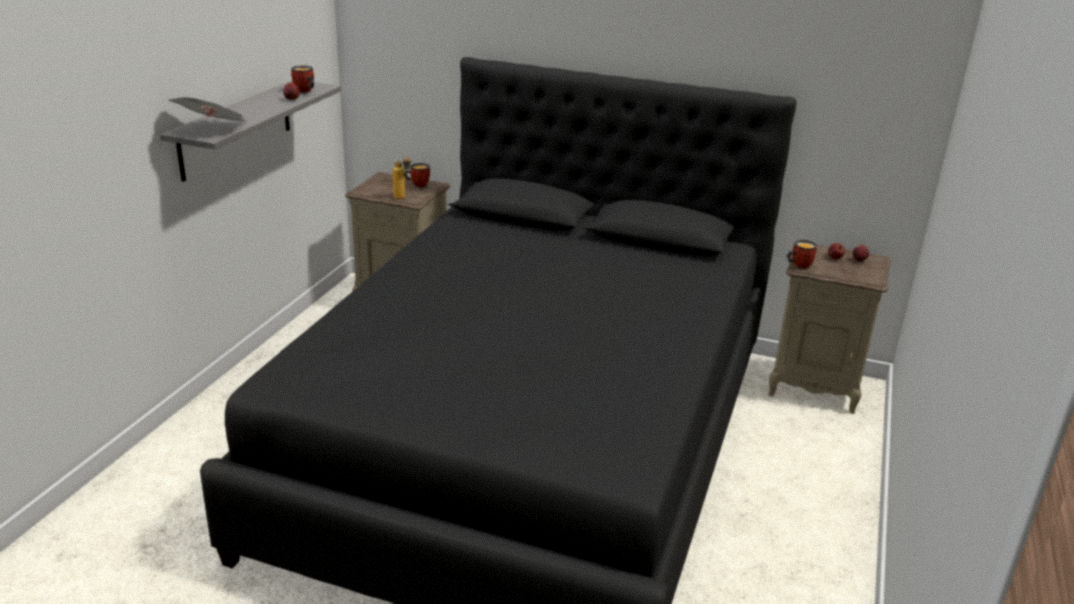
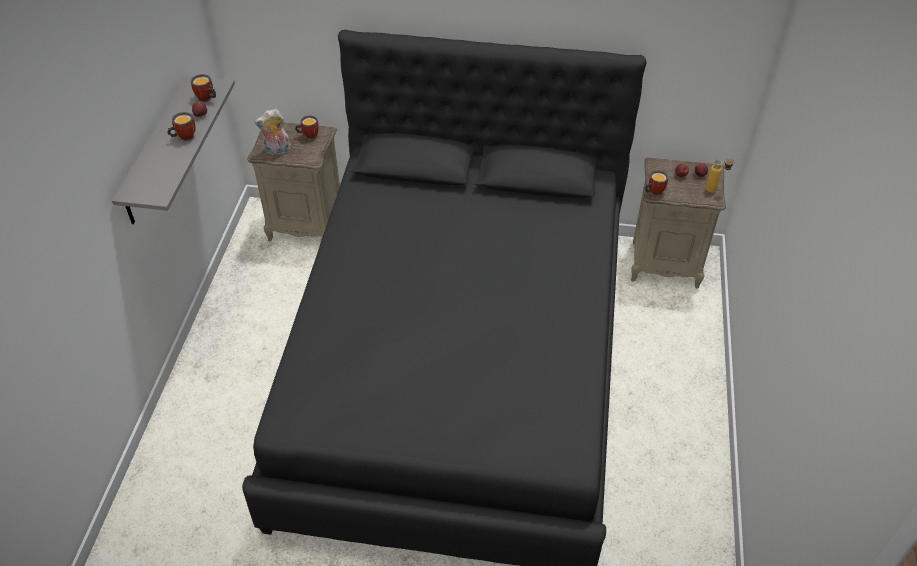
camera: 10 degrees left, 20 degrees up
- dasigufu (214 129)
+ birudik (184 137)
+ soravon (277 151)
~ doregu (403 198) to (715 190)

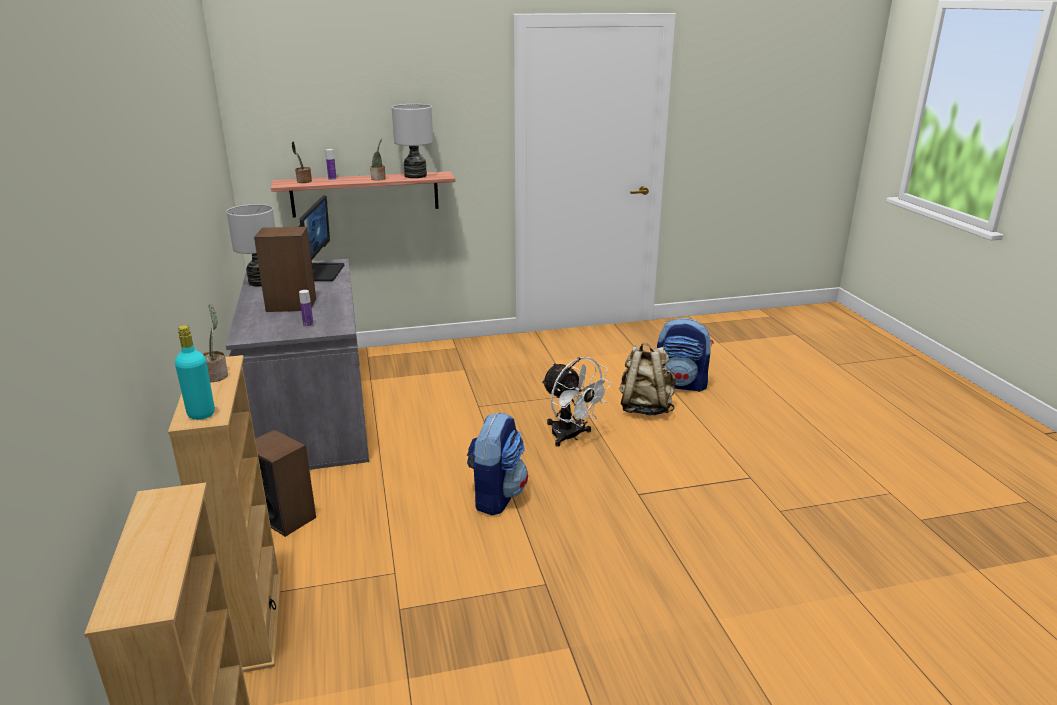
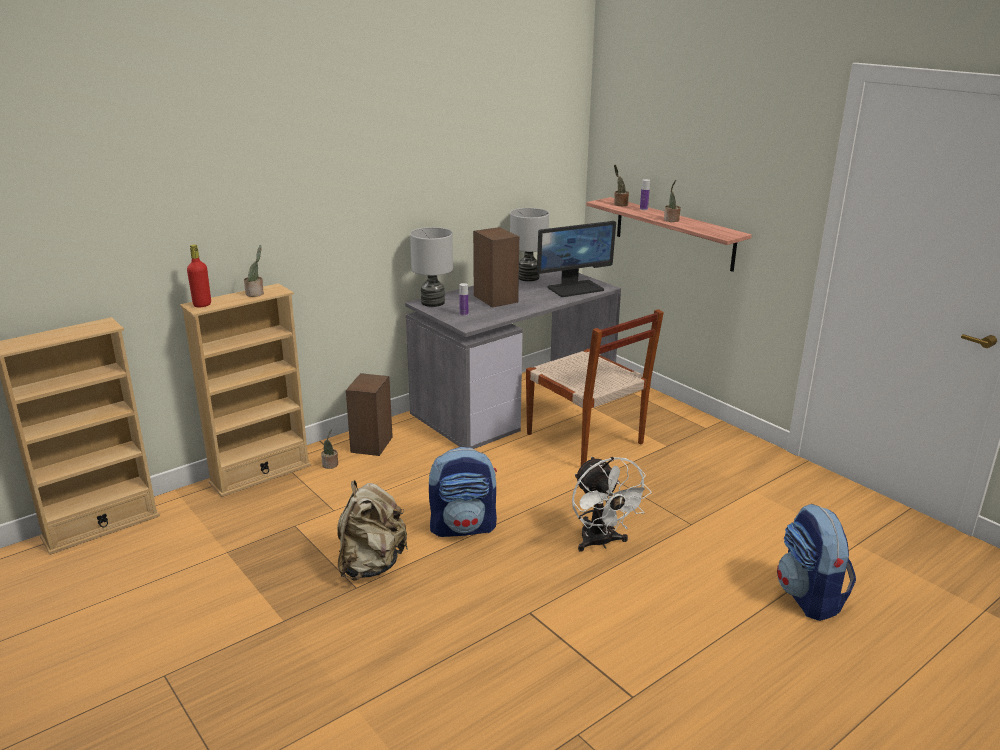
camera: 65 degrees right, 0 degrees up
+ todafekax (330 465)
+ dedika (586 441)
~ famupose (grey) (415 176) to (433 302)
~ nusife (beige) (645 408) to (371 565)
~ doregu (turquoise) (201 414) to doregu (red) (202 304)
~ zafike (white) (571 436) = (601 543) 45 degrees counterclockwise

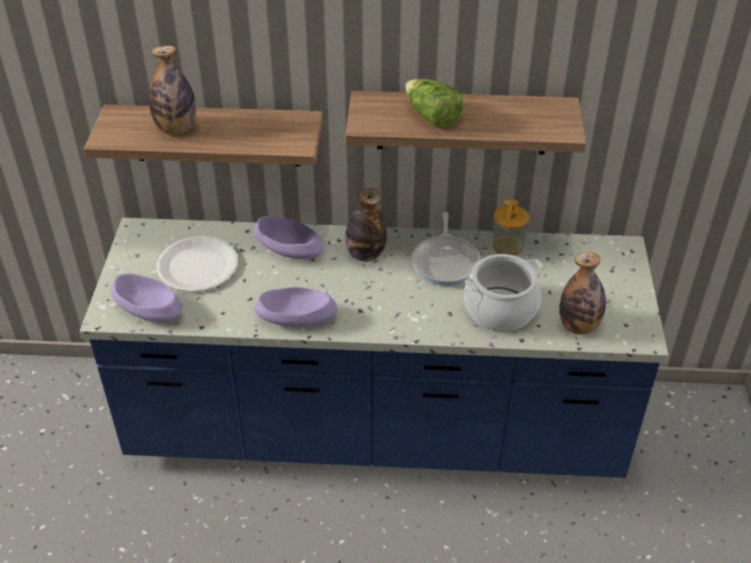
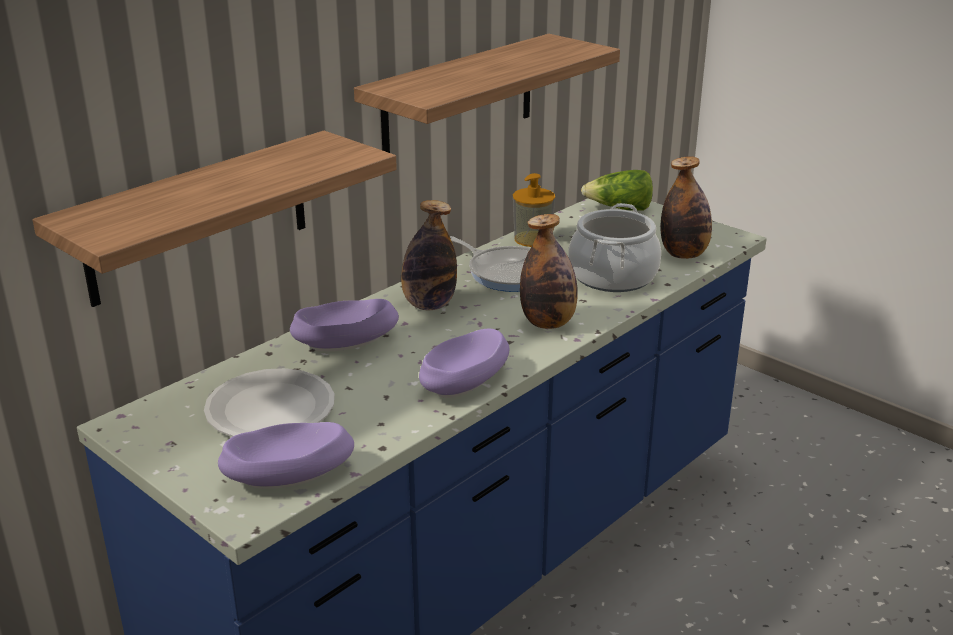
camera: 50 degrees left, 15 degrees down
~ doregu (176 129) to (548 323)
~ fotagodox (431 117) to (619 209)

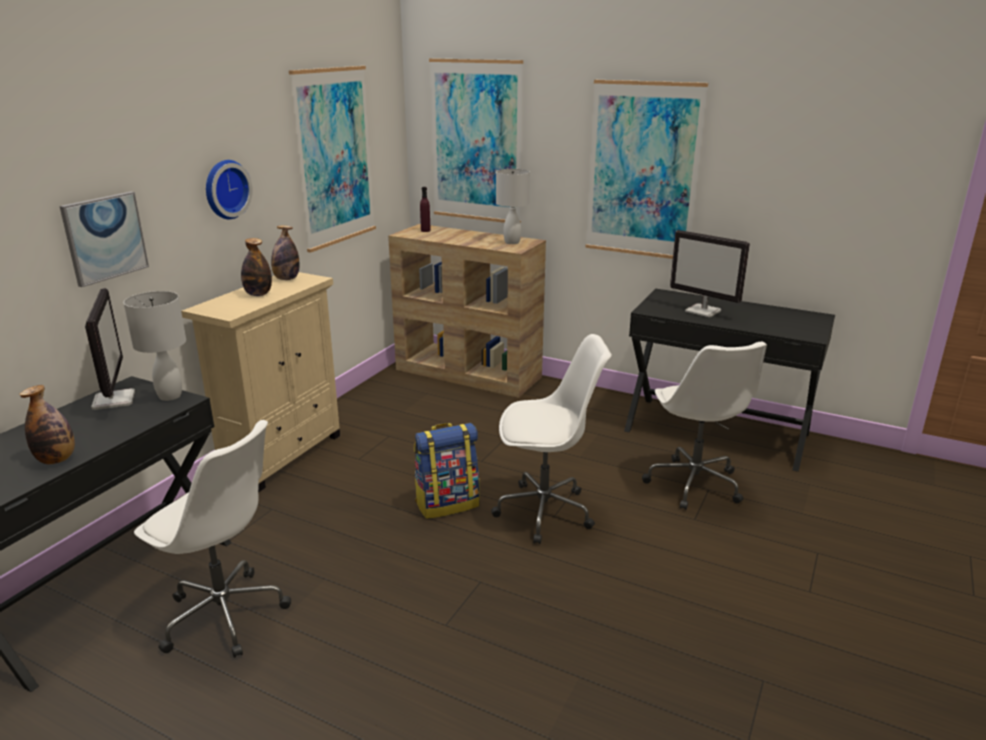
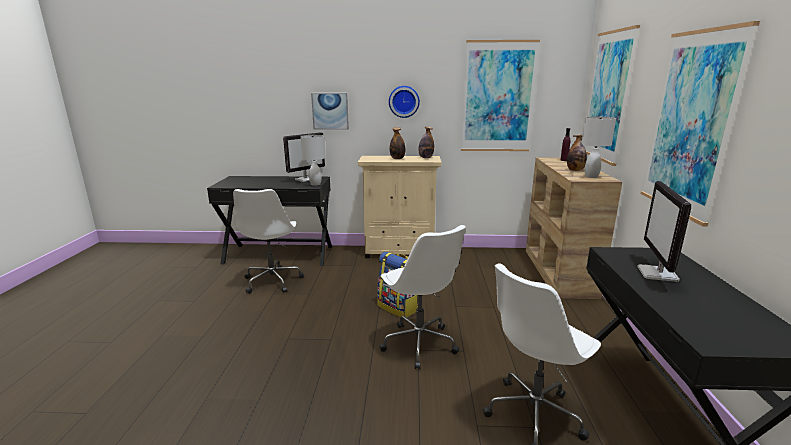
camera: 65 degrees right, 5 degrees down
~ doregu (57 459) to (575 170)

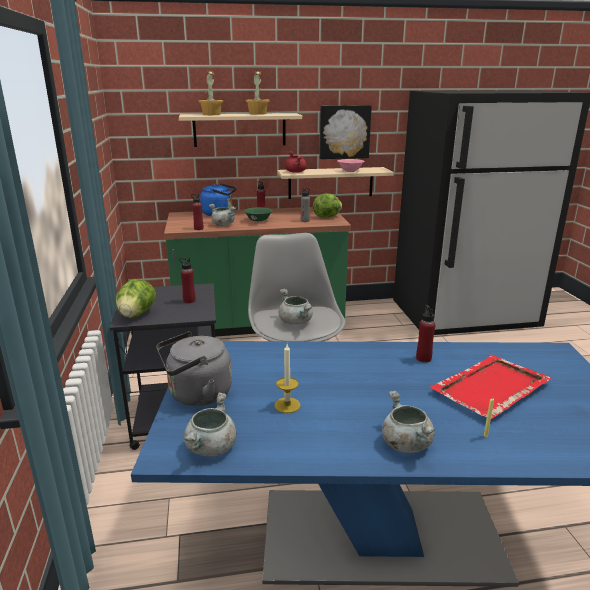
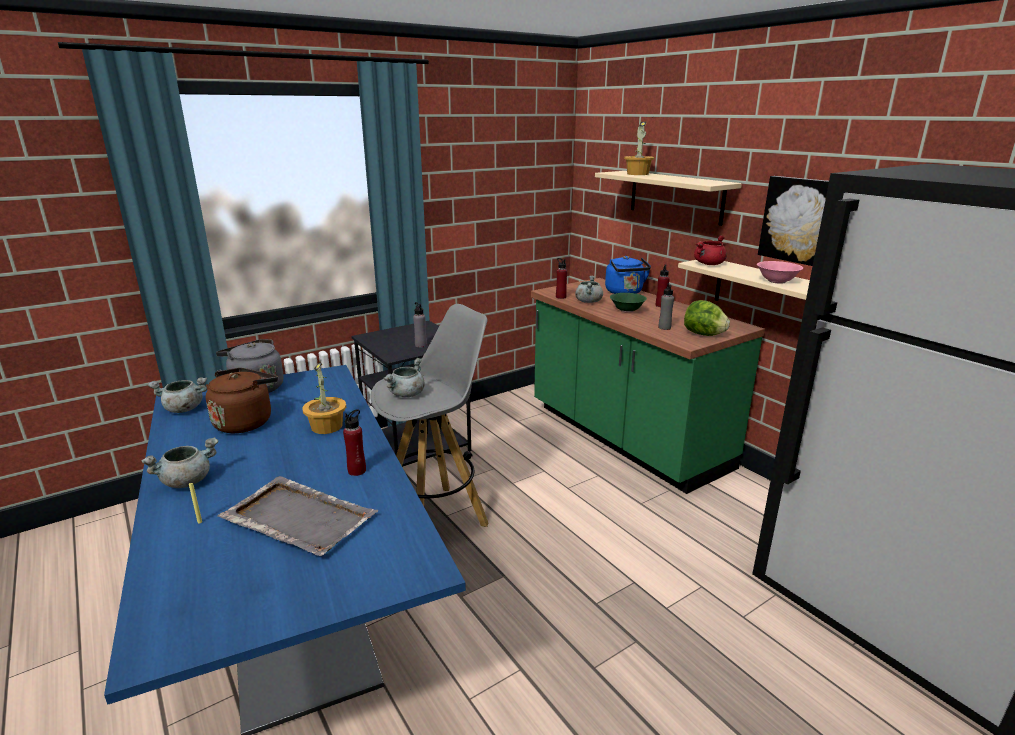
camera: 65 degrees right, 0 degrees up
- fotagodox (136 314)
~ todafekax (257 113) to (327 426)
~ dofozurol (287 405) to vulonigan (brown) (245 422)
~ doregu (red) (189 300) to doregu (grey) (420 345)
~ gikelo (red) (489 388) to gikelo (grey) (298 518)

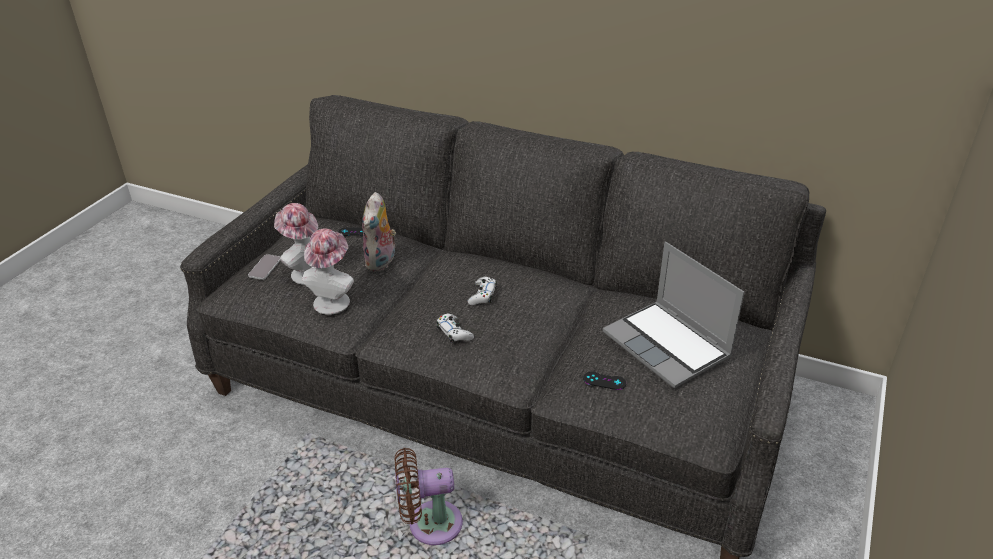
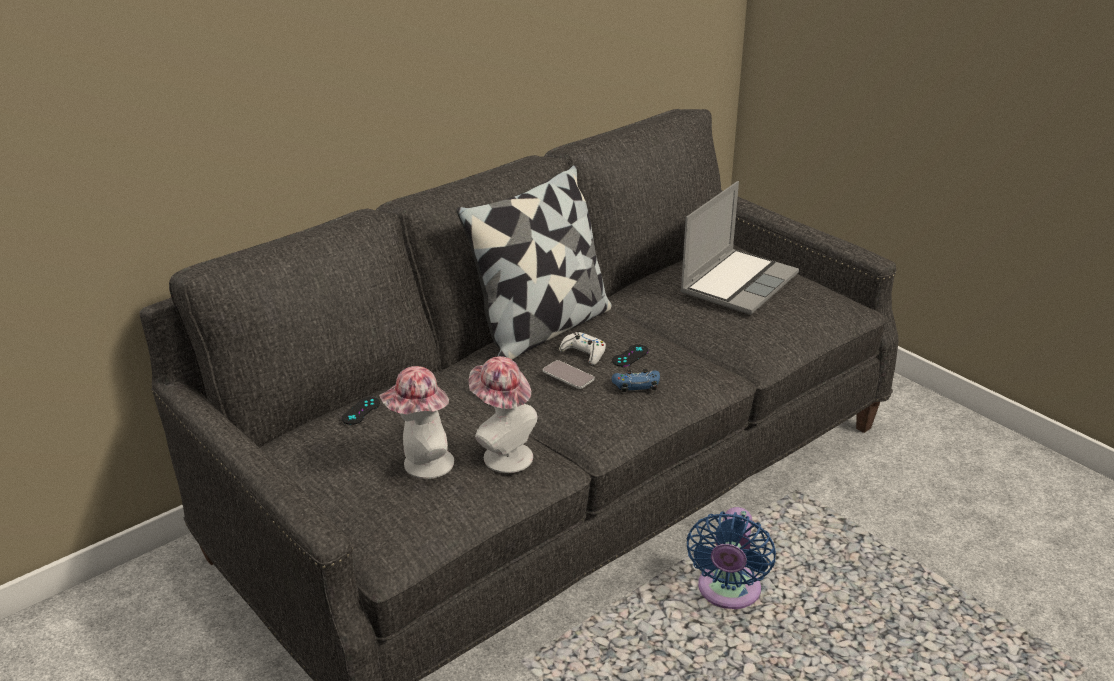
camera: 65 degrees left, 5 degrees down
- soravon (382 262)
+ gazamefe (542 329)
~ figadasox (265 267) to (568 375)
~ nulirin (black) (604 381) to (630 356)
~ zafike (brown) (429 524) to zafike (blue) (727 592)
~ nulirin (white) (454 332) to nulirin (blue) (636 385)
~ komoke (668 346) = (738 283) 45 degrees counterclockwise

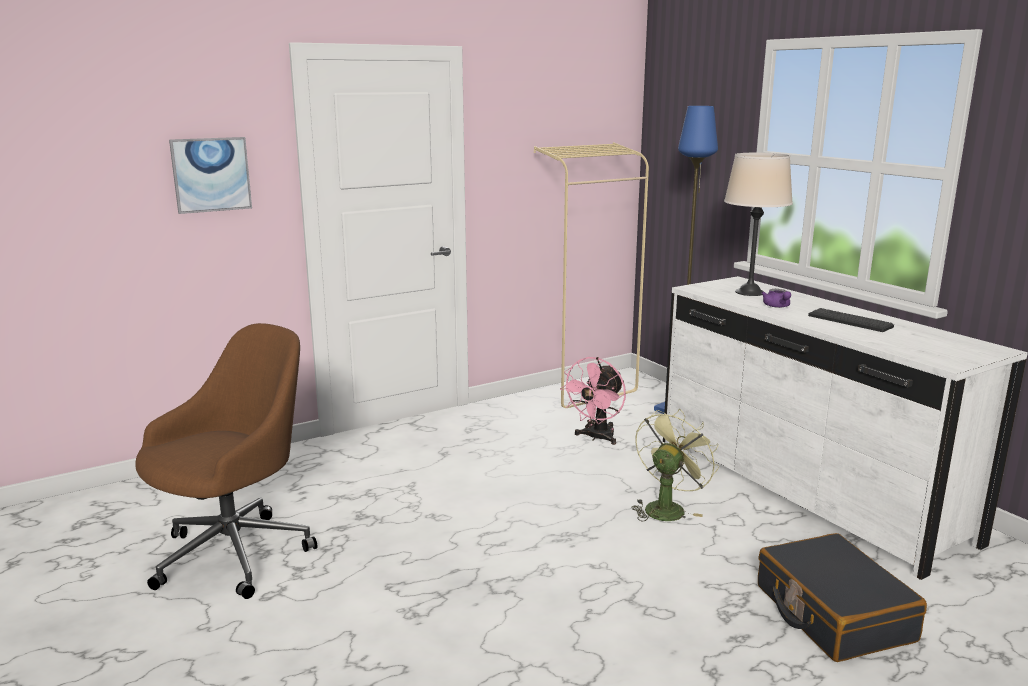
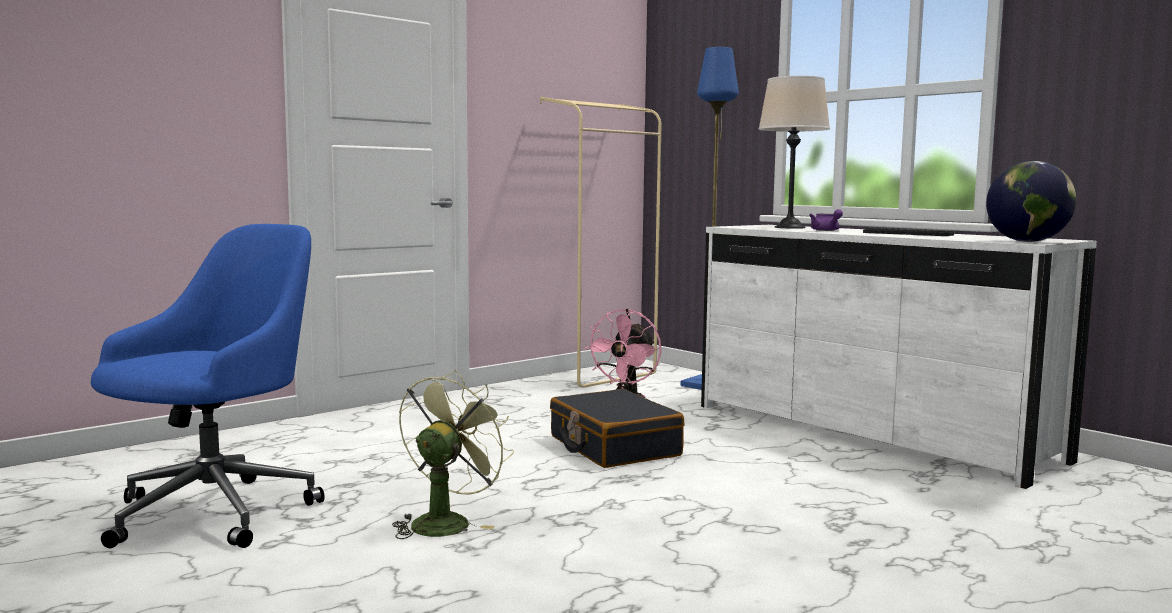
camera: 10 degrees left, 10 degrees down
- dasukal (211 174)
+ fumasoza (1027 241)
~ zafike (green) (667 507) to (446 522)
~ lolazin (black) (832 613) to (613 446)
~ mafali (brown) (235 554) to mafali (blue) (215 512)

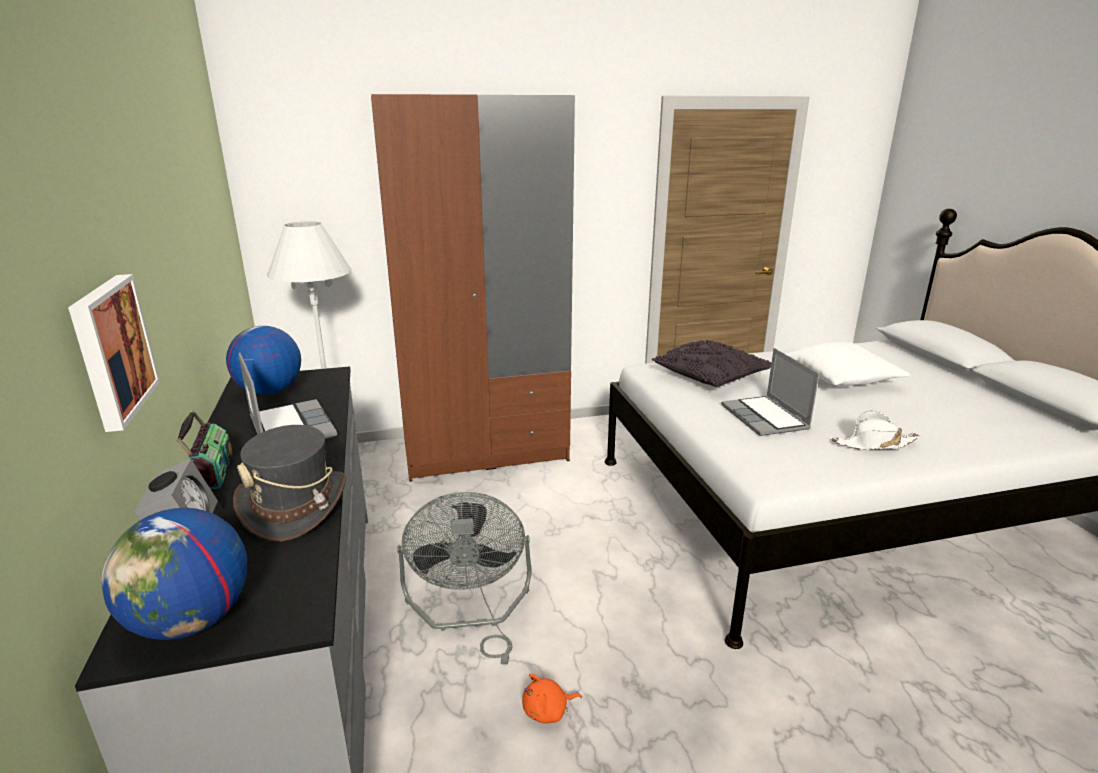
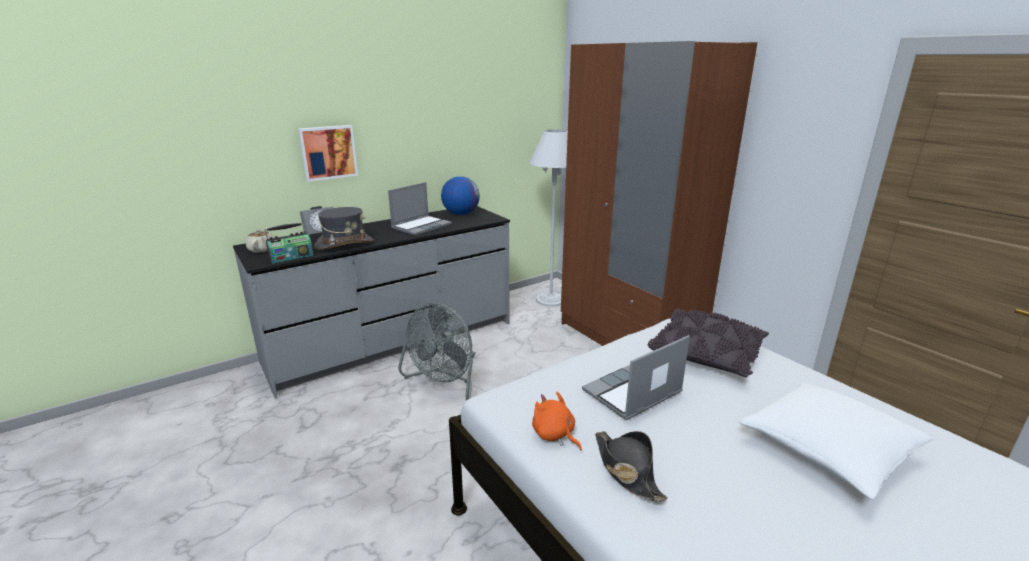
camera: 70 degrees right, 0 degrees up
~ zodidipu (212 472) to (291 257)
~ soravon (orange) (548 711) to (555 435)
~ fumasoza (191 621) to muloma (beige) (262 249)
~ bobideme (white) (873 444) to bobideme (black) (626 470)
~ zafike (grey) (472 613) = (444 381) 150 degrees clockwise

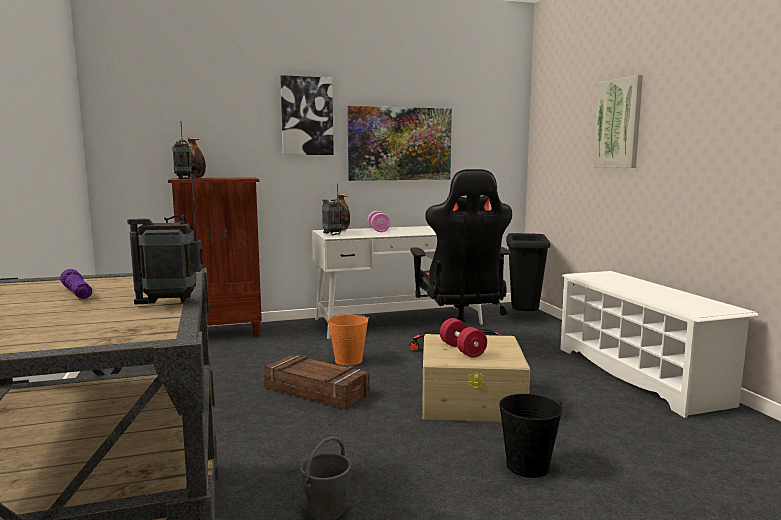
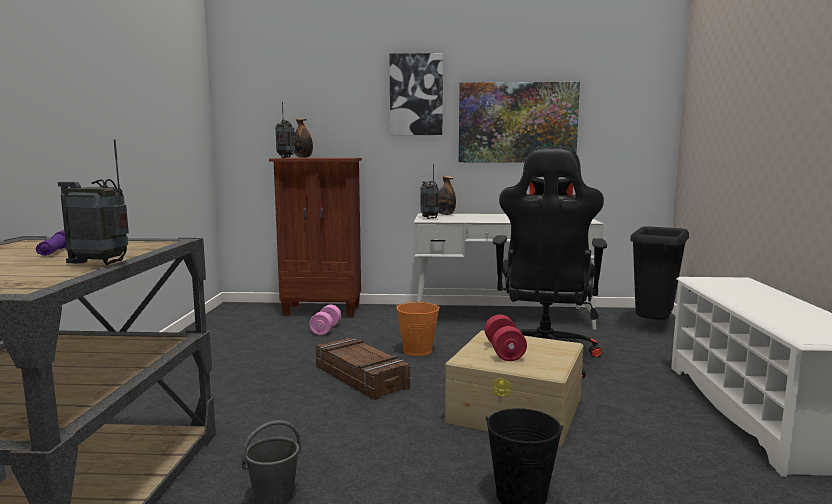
camera: 20 degrees right, 0 degrees up
- dasukal (618 123)
~ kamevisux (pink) (378 230) to (326 329)

